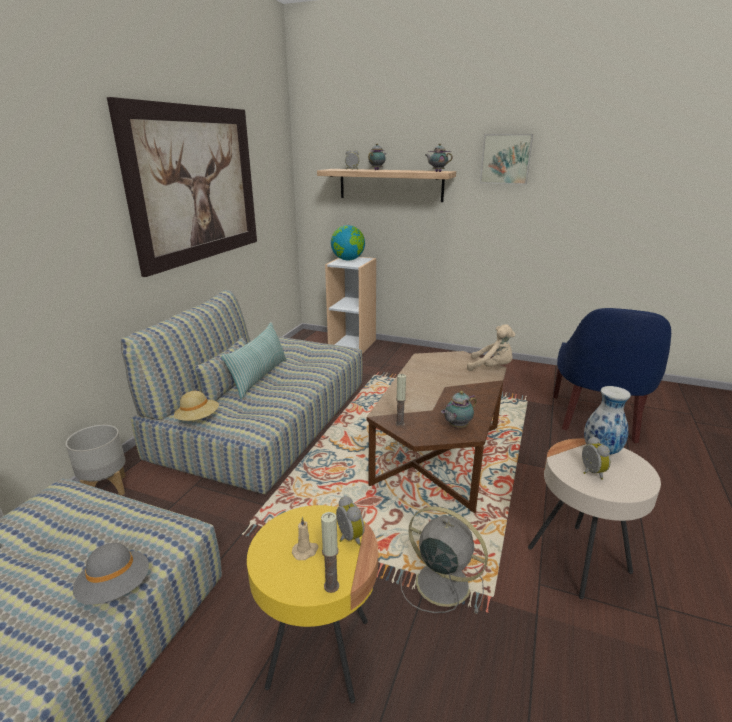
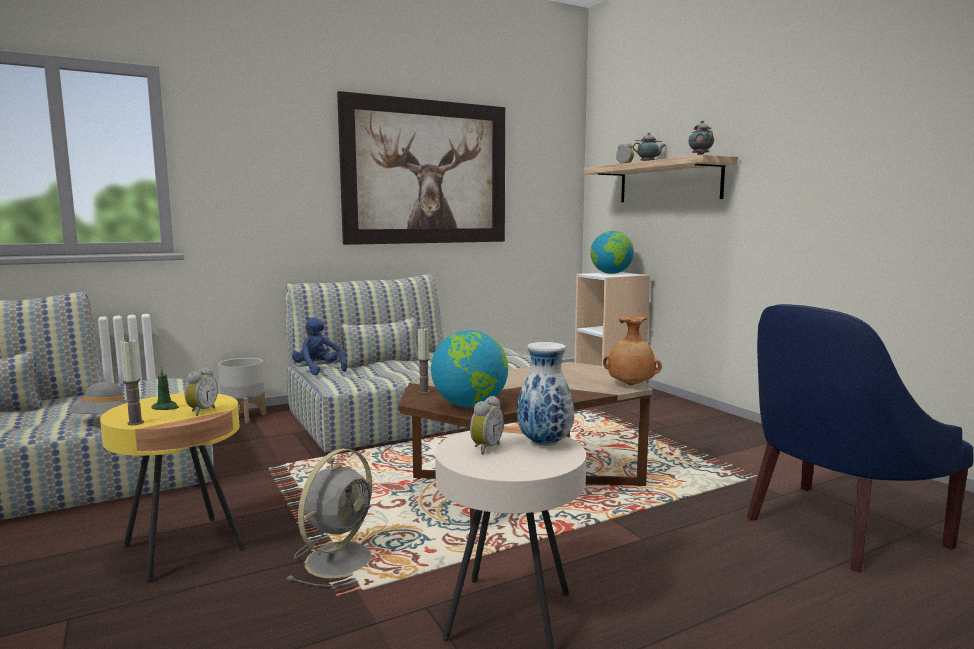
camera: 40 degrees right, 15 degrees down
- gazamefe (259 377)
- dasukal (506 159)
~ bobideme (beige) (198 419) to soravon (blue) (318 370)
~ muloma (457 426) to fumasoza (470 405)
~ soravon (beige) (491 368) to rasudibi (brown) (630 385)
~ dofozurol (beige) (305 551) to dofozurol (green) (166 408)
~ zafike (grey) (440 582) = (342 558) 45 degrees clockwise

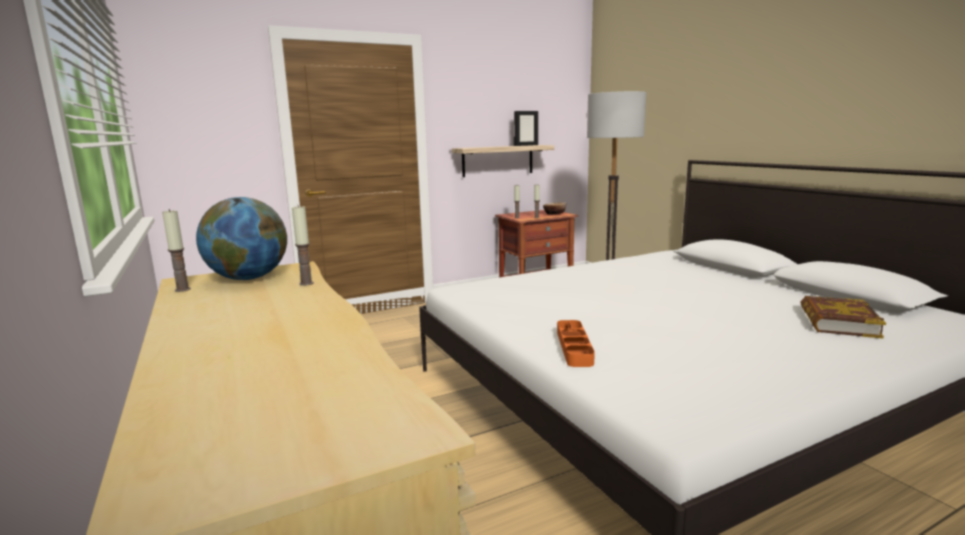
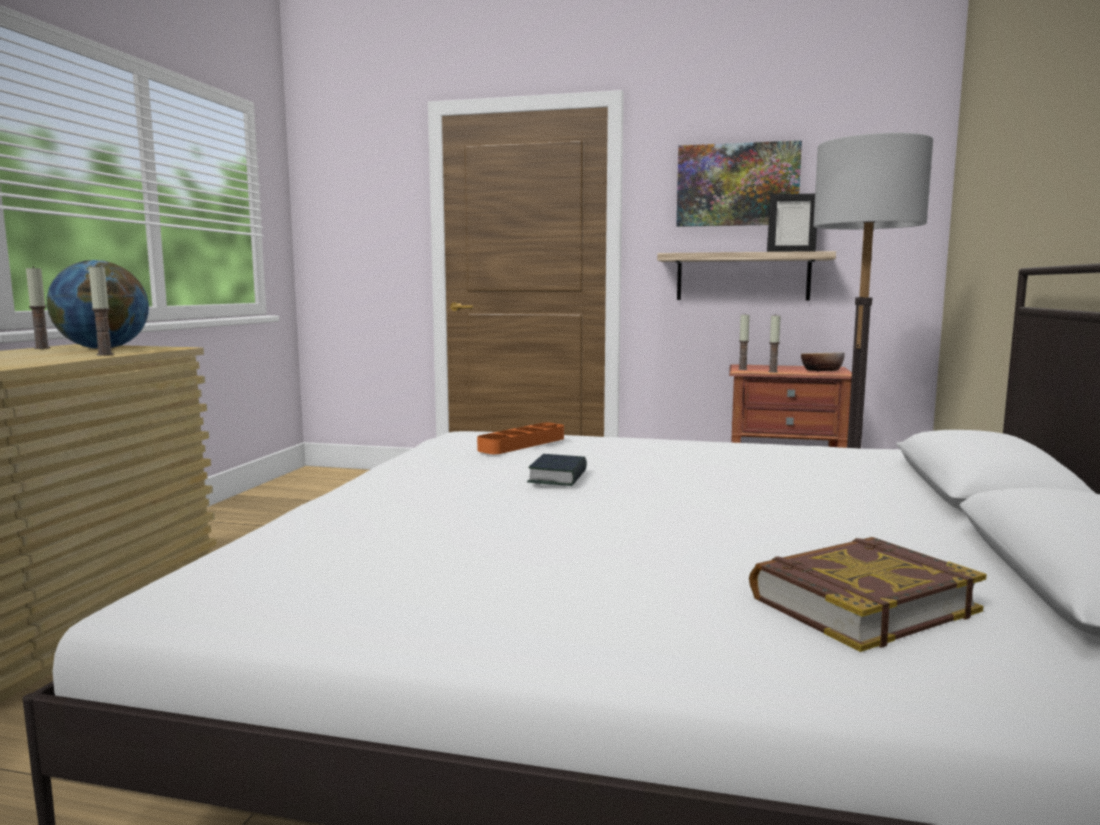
camera: 40 degrees right, 5 degrees down
+ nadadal (558 477)
+ dasukal (737 185)
~ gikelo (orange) (574 347) to (522 444)

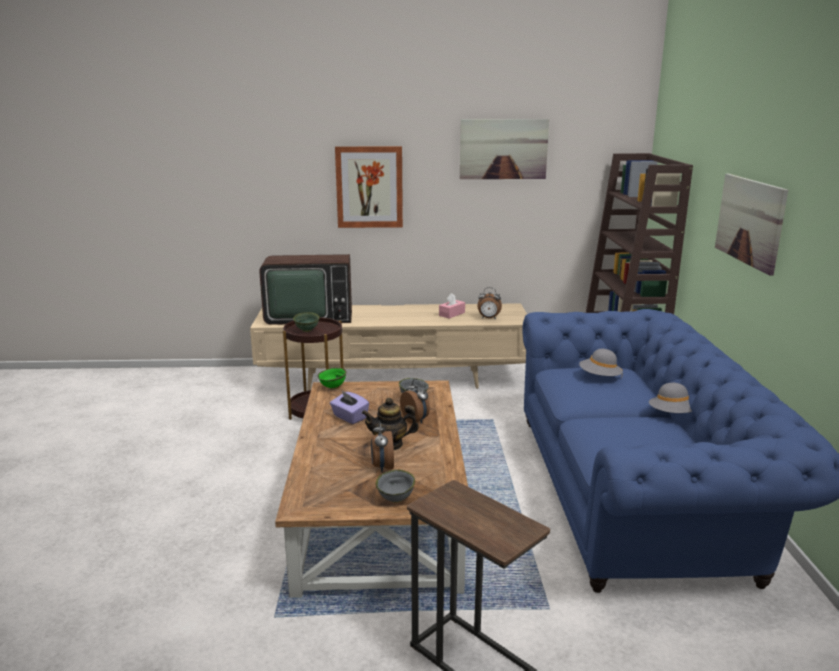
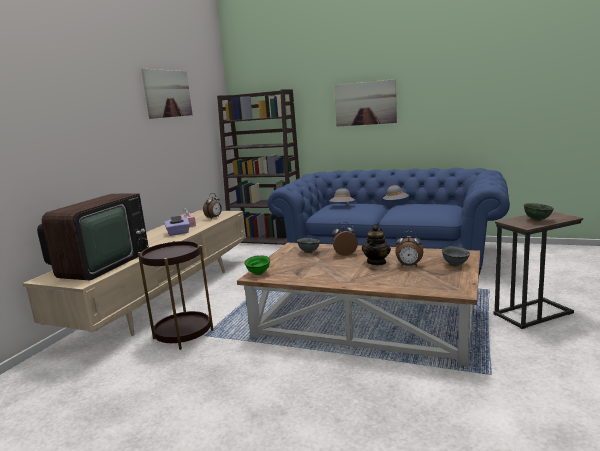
camera: 65 degrees left, 5 degrees down
- dasukal (369 187)
~ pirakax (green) (307 330) to (537 220)
~ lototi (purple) (349 417) to (178 233)

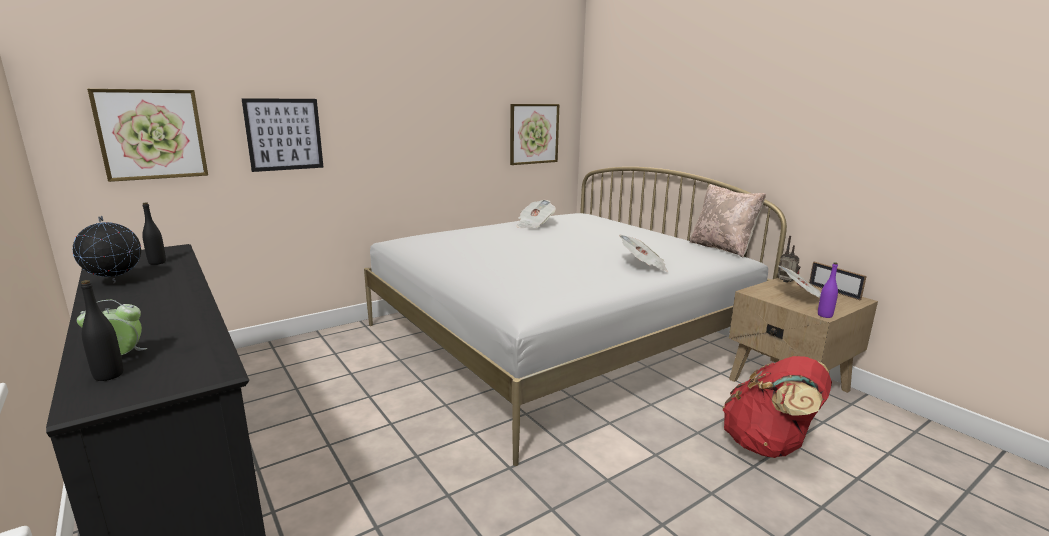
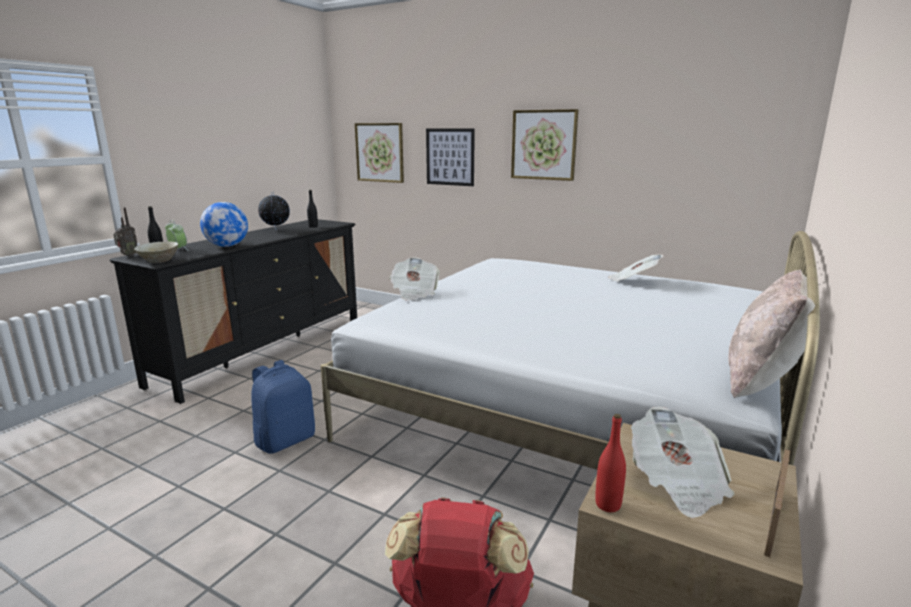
camera: 65 degrees right, 0 degrees up
+ pirakax (beige) (159 261)
+ fumasoza (227 246)
+ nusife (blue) (285 440)
~ dasukal (534 134) to (543 145)
~ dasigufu (643 266) to (414 292)
~ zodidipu (786 282) to (128 255)
~ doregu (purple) (824 315) to doregu (red) (608 505)

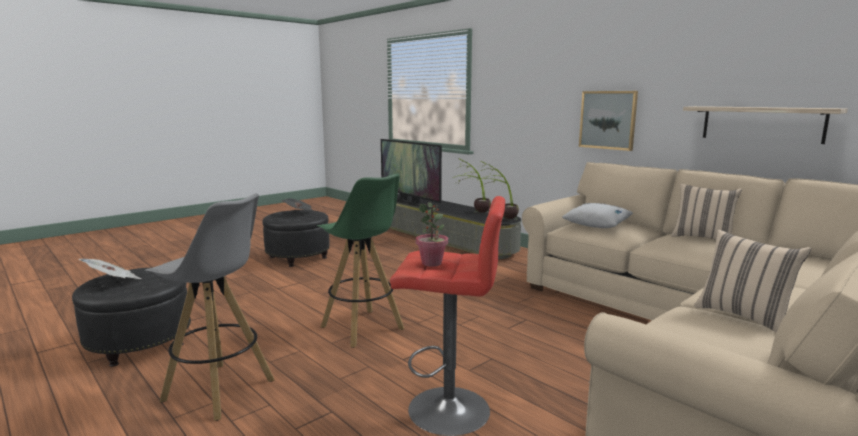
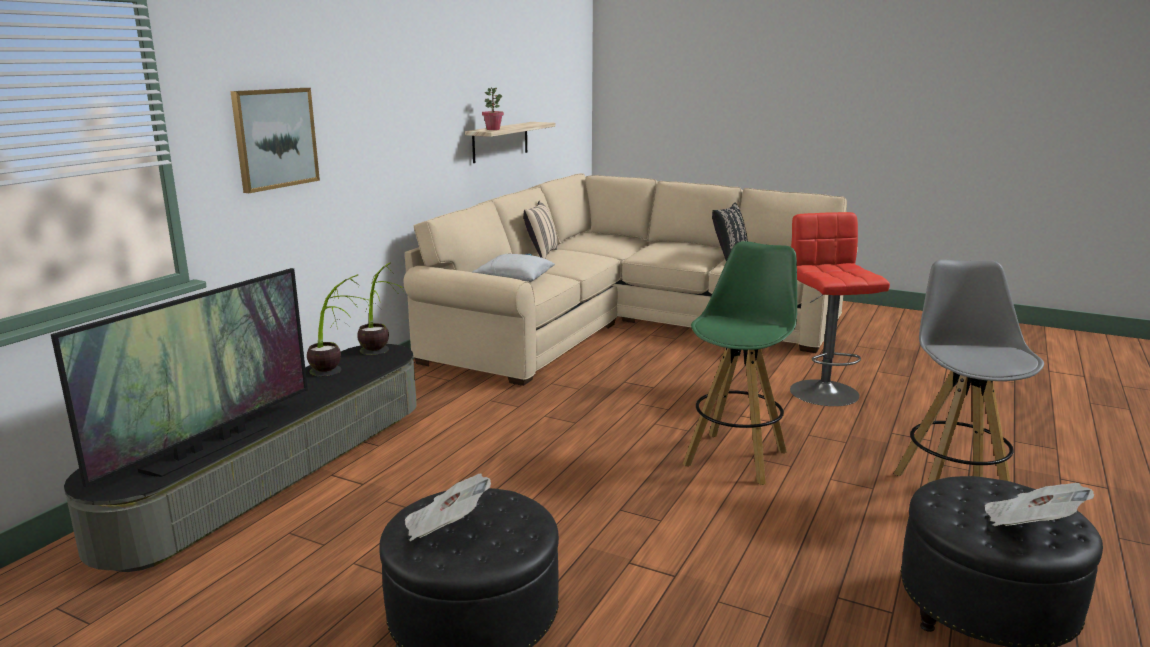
camera: 110 degrees left, 5 degrees up
~ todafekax (432 263) to (493 129)
~ dasukal (608 120) to (275 138)
~ gazamefe (beige) (743 316) to gazamefe (black) (728 256)

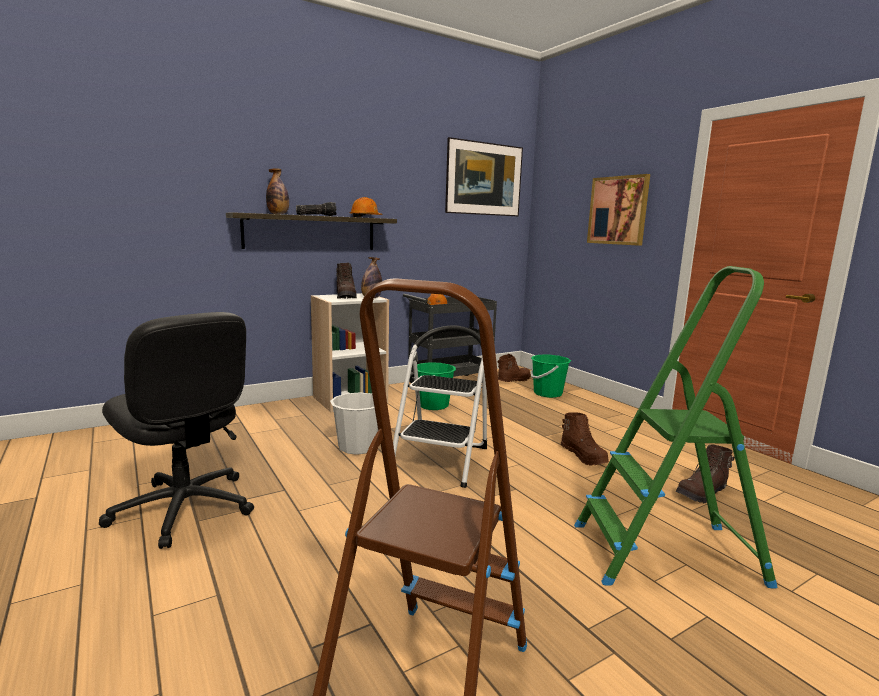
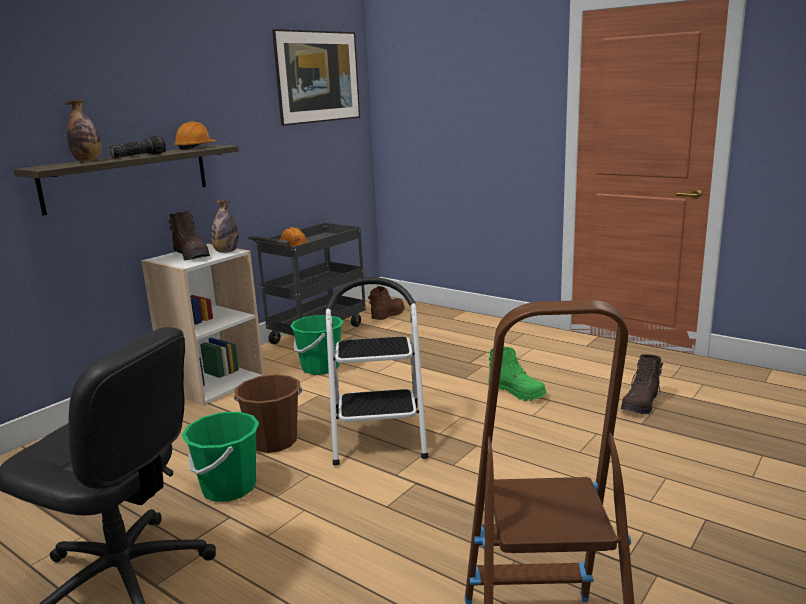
camera: 20 degrees left, 5 degrees up
- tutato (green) (664 553)
- dasukal (618 210)
~ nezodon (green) (547 393) to (229 488)
~ nezodon (white) (358 447) to nezodon (brown) (273 441)
~ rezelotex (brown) (584 456) to rezelotex (green) (517 392)

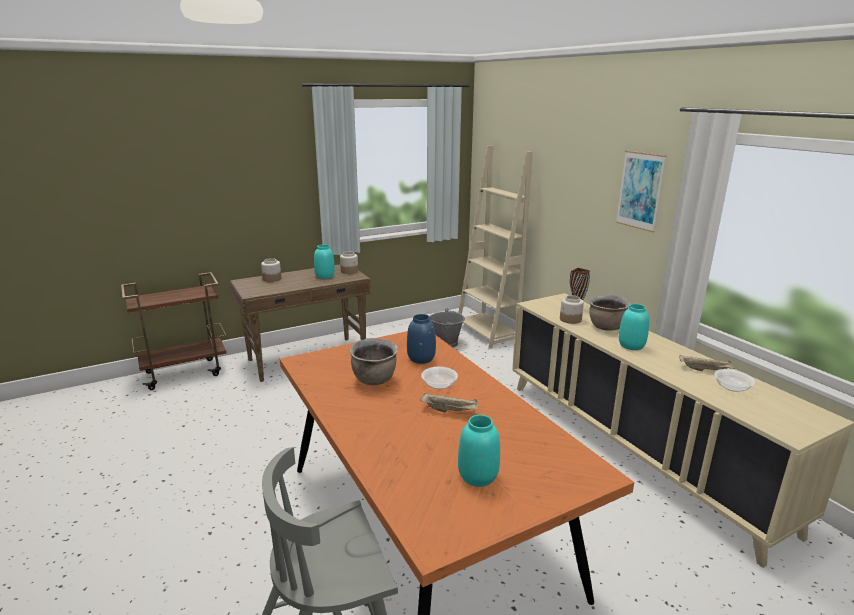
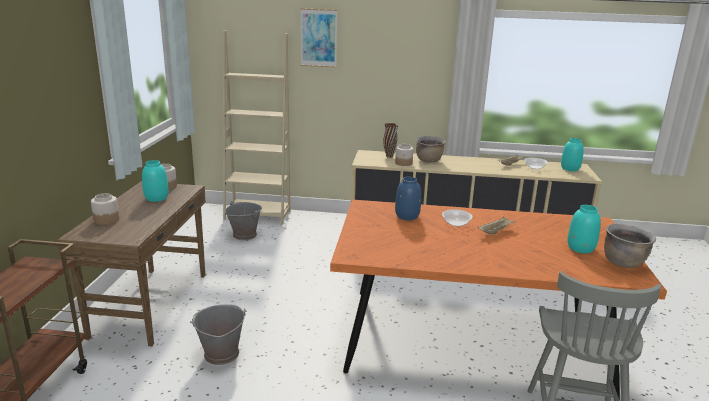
camera: 55 degrees left, 0 degrees up
+ nezodon (grey) (221 354)
~ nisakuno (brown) (375 380) to (623 262)
~ dasukal (640 190) to (318 38)
~ rasudibi (turquoise) (631 346) to (570 169)

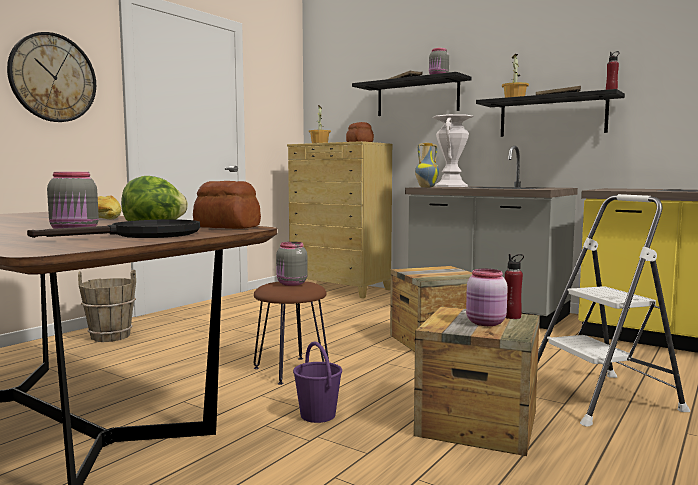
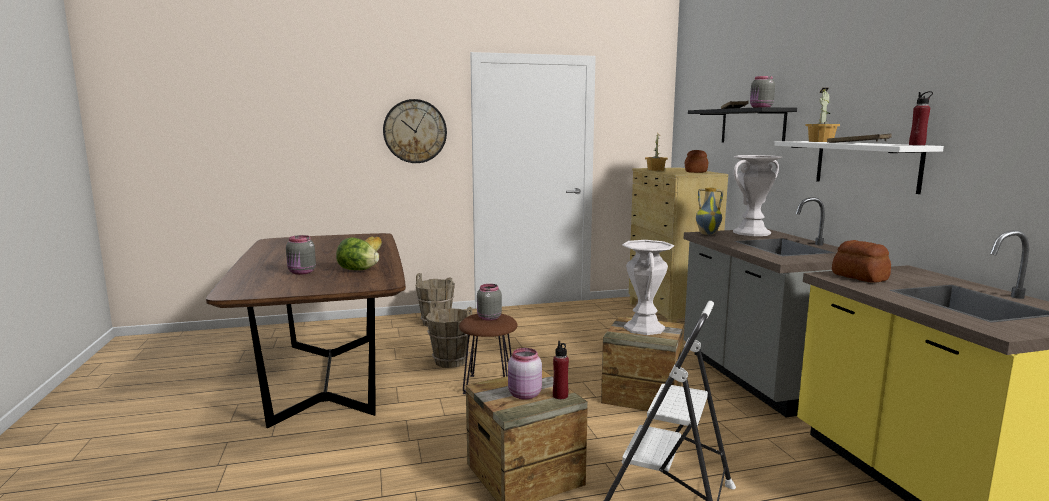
camera: 40 degrees right, 5 degrees up
- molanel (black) (143 235)
- nezodon (purple) (317 415)
+ nezodon (brown) (450 361)
+ rasudibi (white) (644 328)
~ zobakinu (227 227) to (859 277)
~ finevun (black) (552 116) to finevun (white) (866 165)

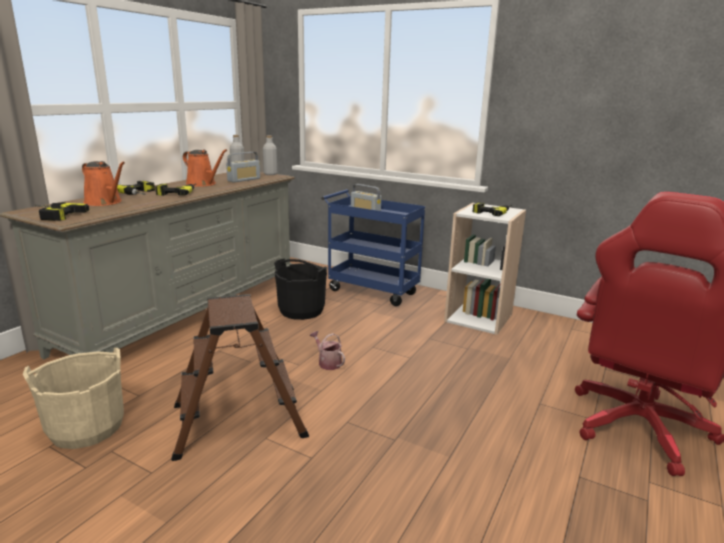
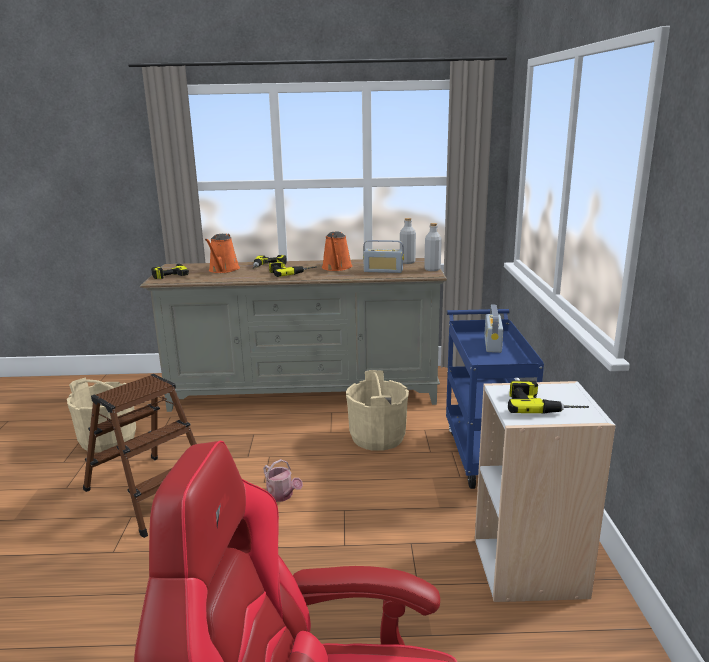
camera: 60 degrees right, 0 degrees up
~ nezodon (black) (301 310) to nezodon (beige) (378 437)
~ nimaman (327 362) = (282 496) 120 degrees clockwise

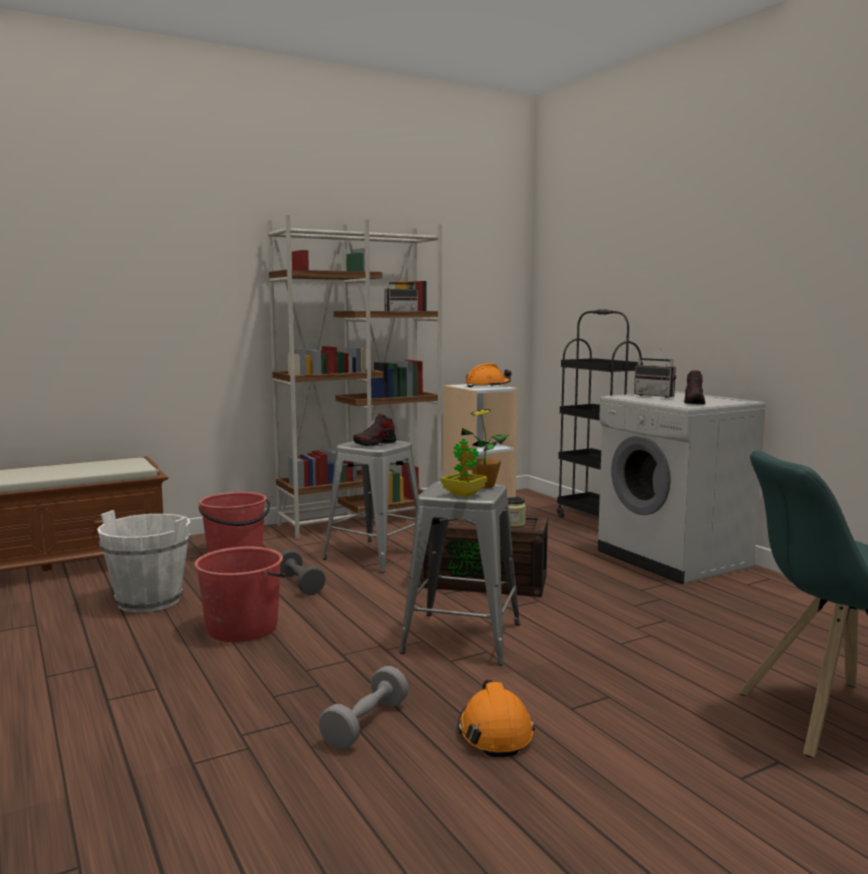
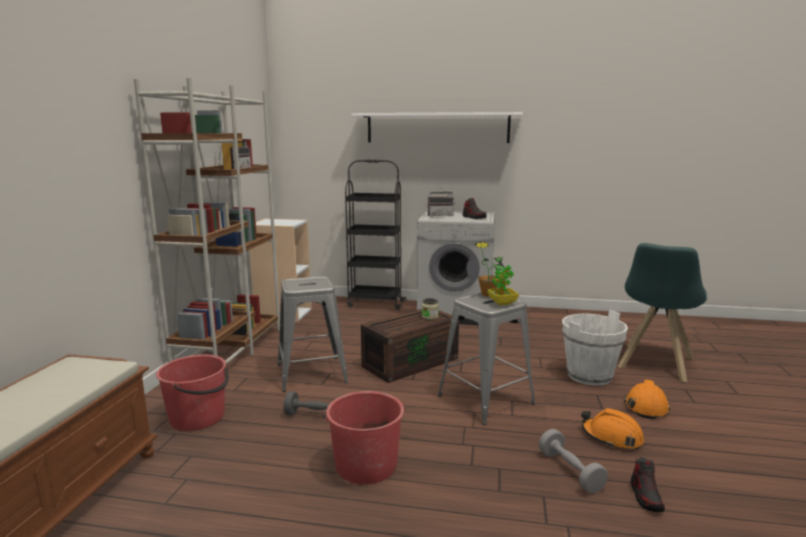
camera: 50 degrees left, 5 degrees up
+ finevun (white) (437 128)
~ nezodon (white) (149 601) to (589 375)
~ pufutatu (375 443) to (646 496)
~ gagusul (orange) (487 386) to (646 406)

